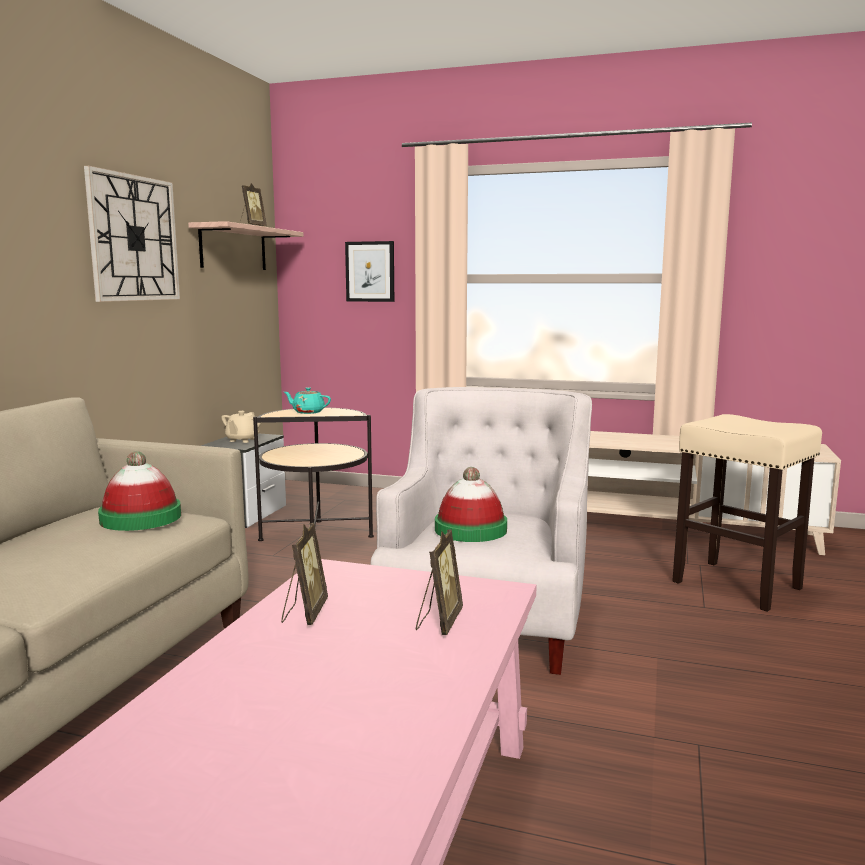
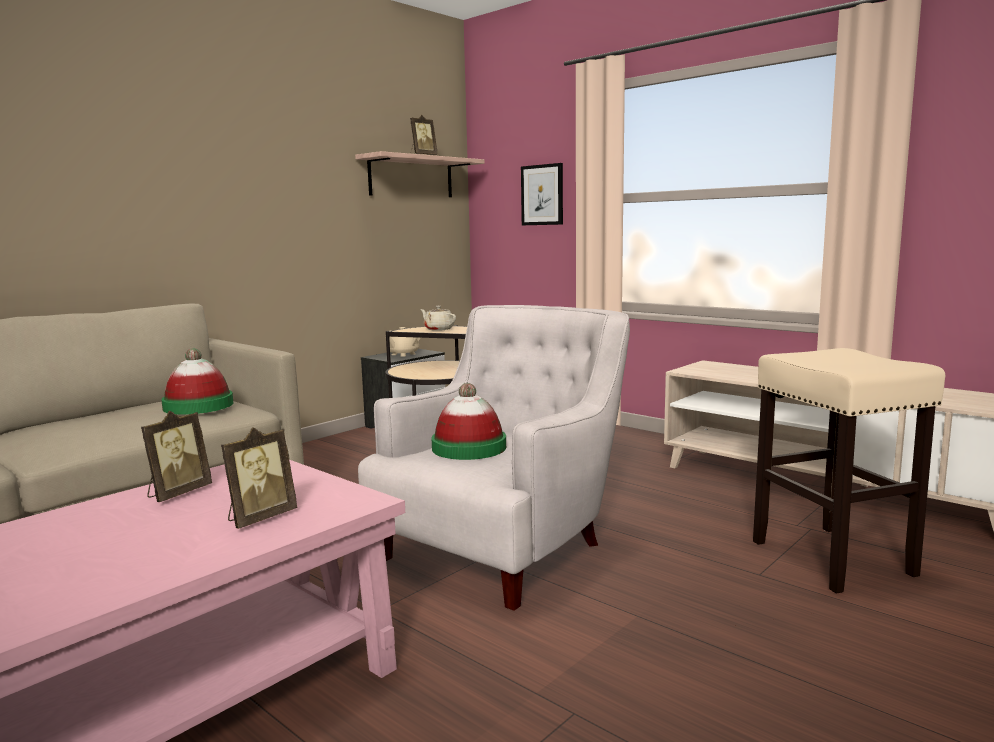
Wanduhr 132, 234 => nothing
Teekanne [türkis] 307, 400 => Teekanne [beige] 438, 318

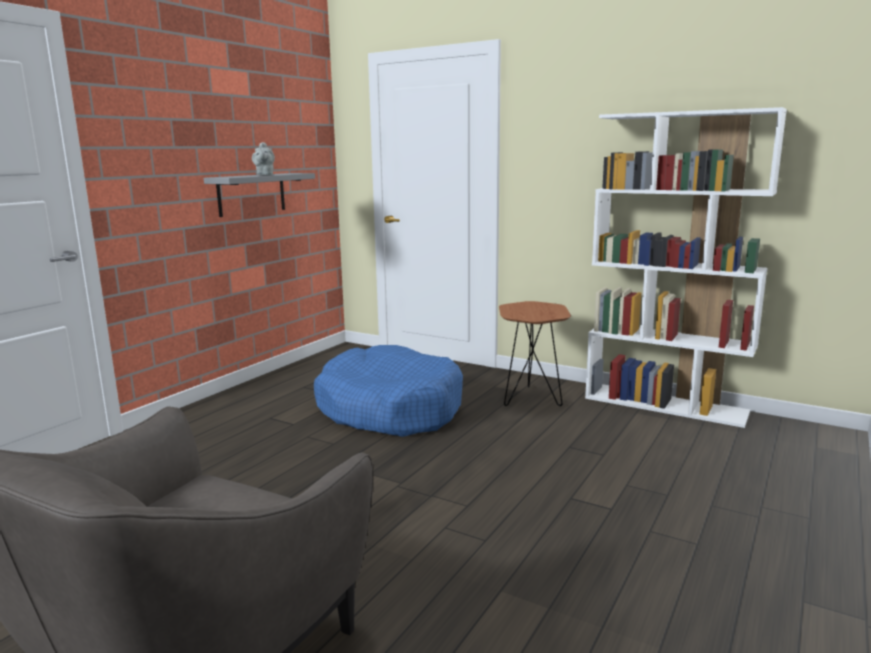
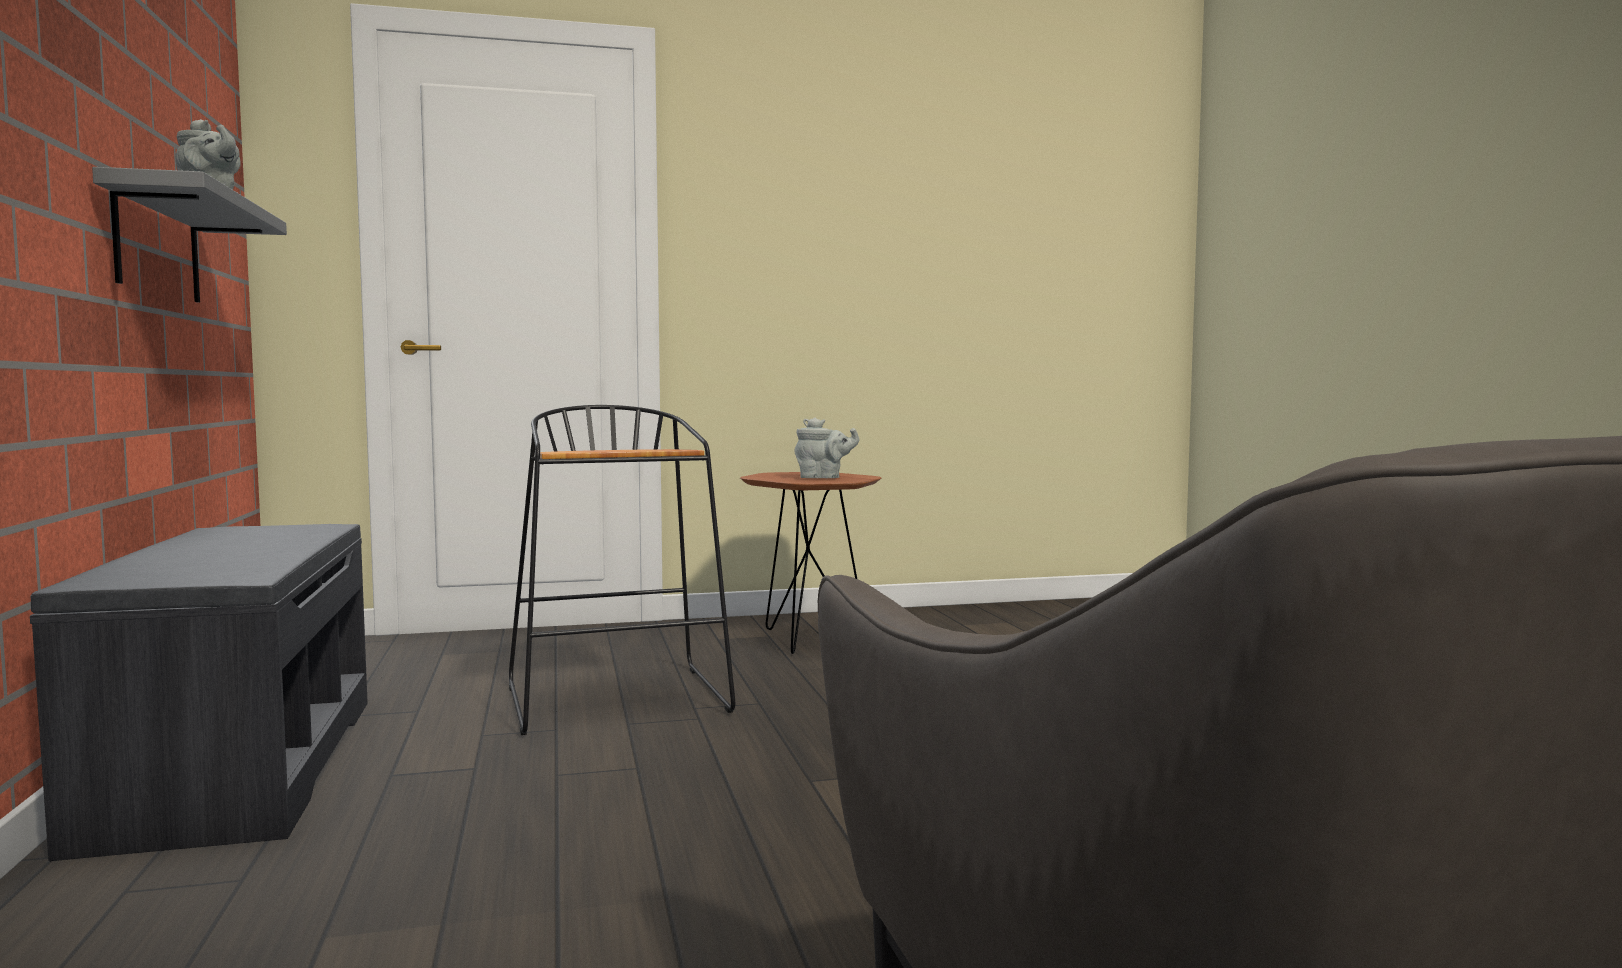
Bücherregal [weiß] 686, 267 => nothing
nothing => Bank [grau] 199, 692
nothing => Teekanne [grau] 827, 448
Hundebett [blau] 388, 391 => Hocker [schwarz] 622, 570

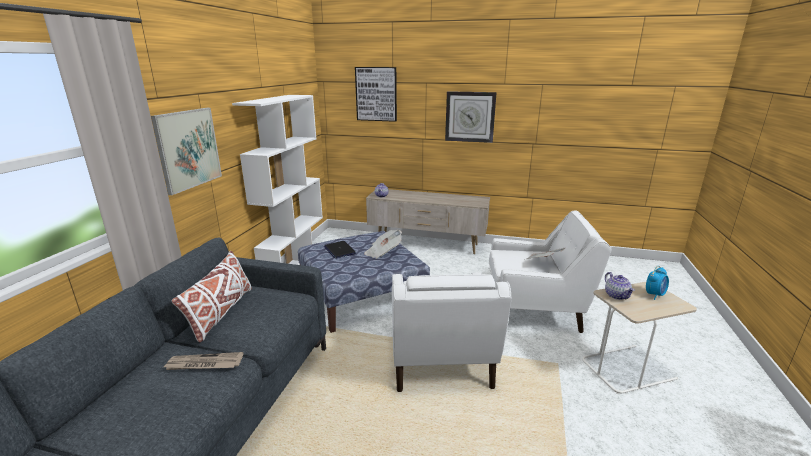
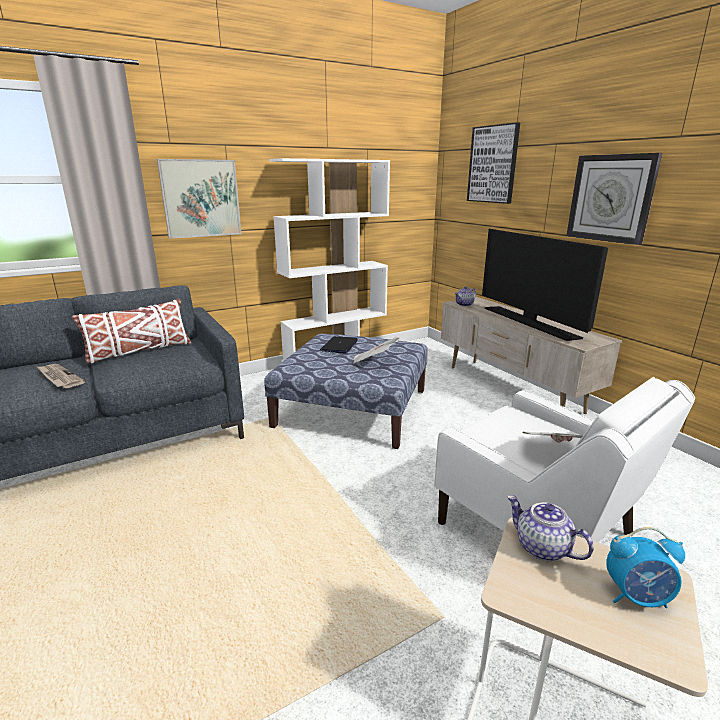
Sessel [weiß] 452, 332 => nothing
nothing => Fernseher 545, 285
Teekanne 620, 286 => Teekanne 550, 528, 105 degrees clockwise

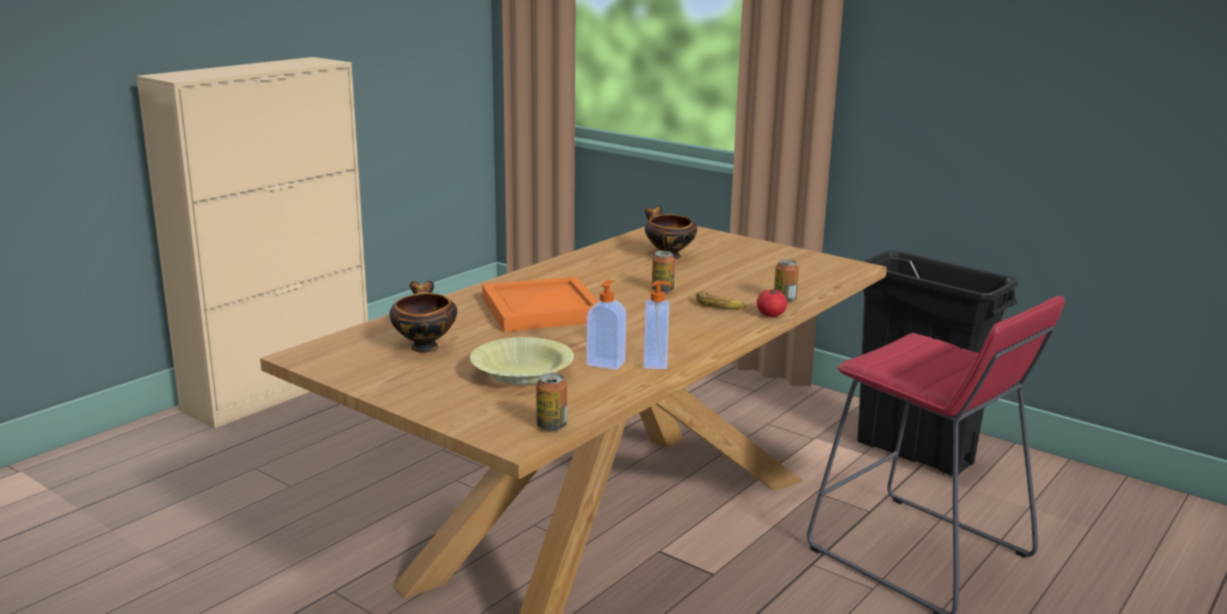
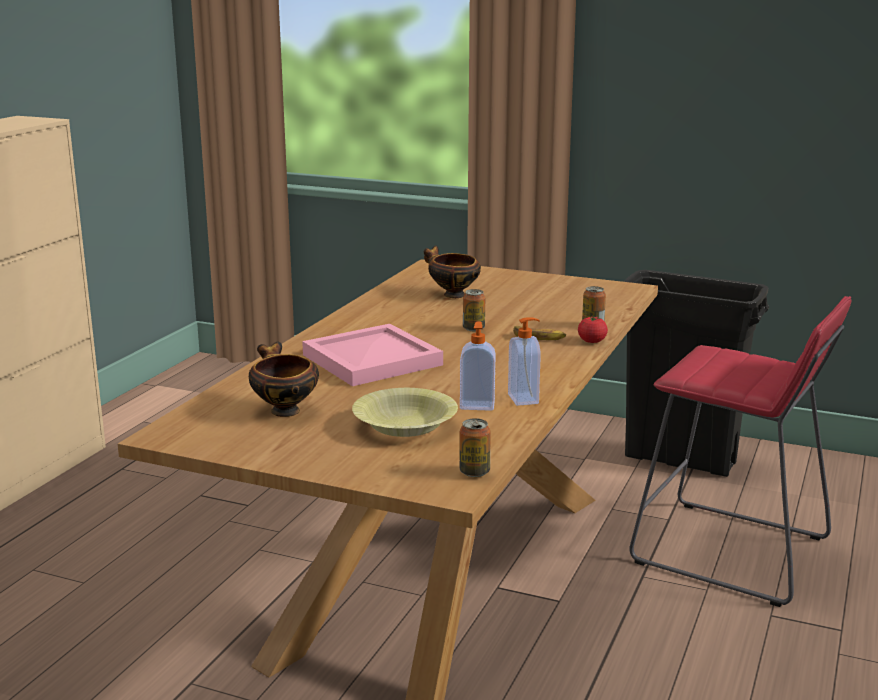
Tablett [orange] 540, 304 => Tablett [rosa] 372, 355

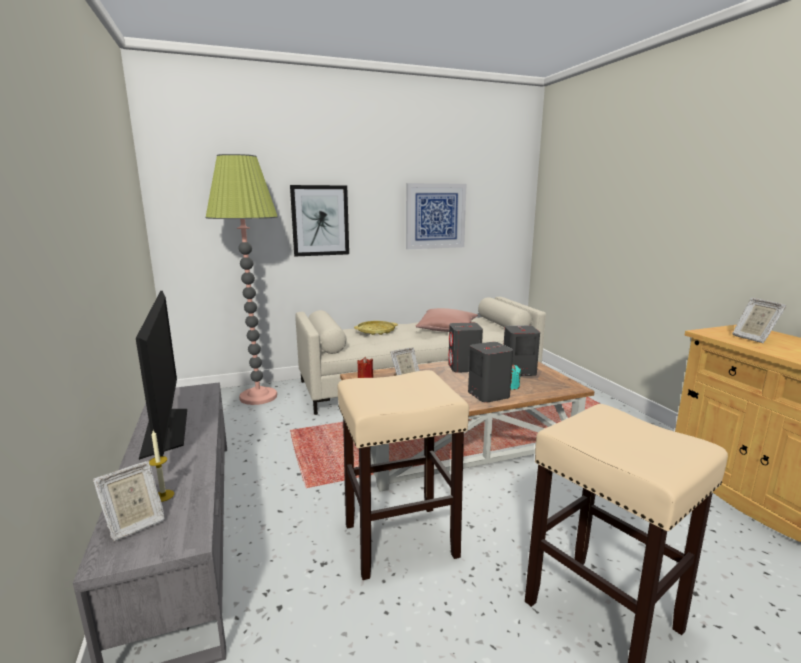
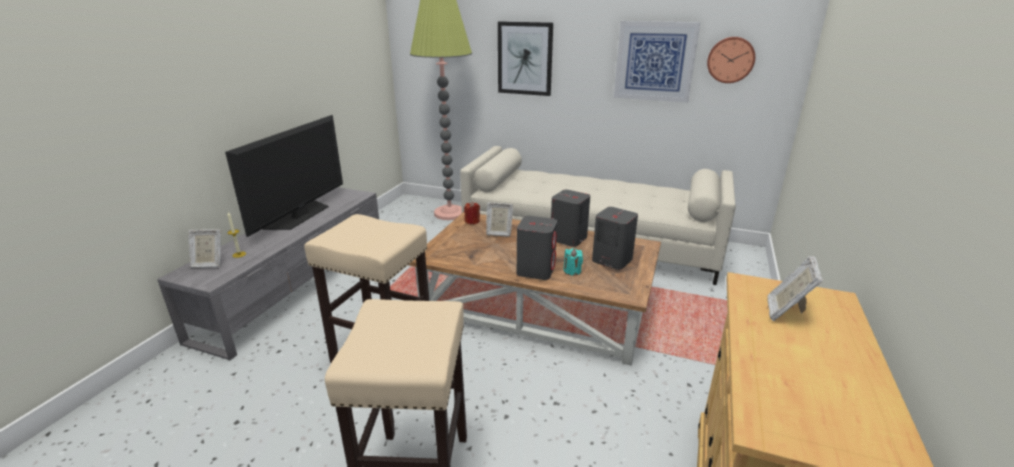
Tablett [gelb] 376, 328 => nothing
Kissen [rosa] 447, 320 => nothing
nothing => Wanduhr 731, 60

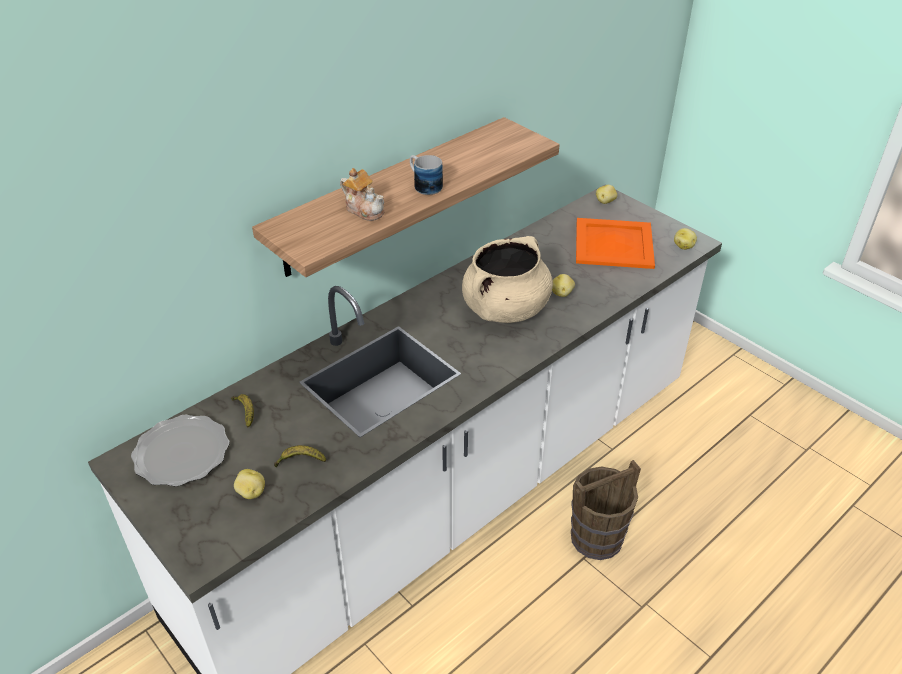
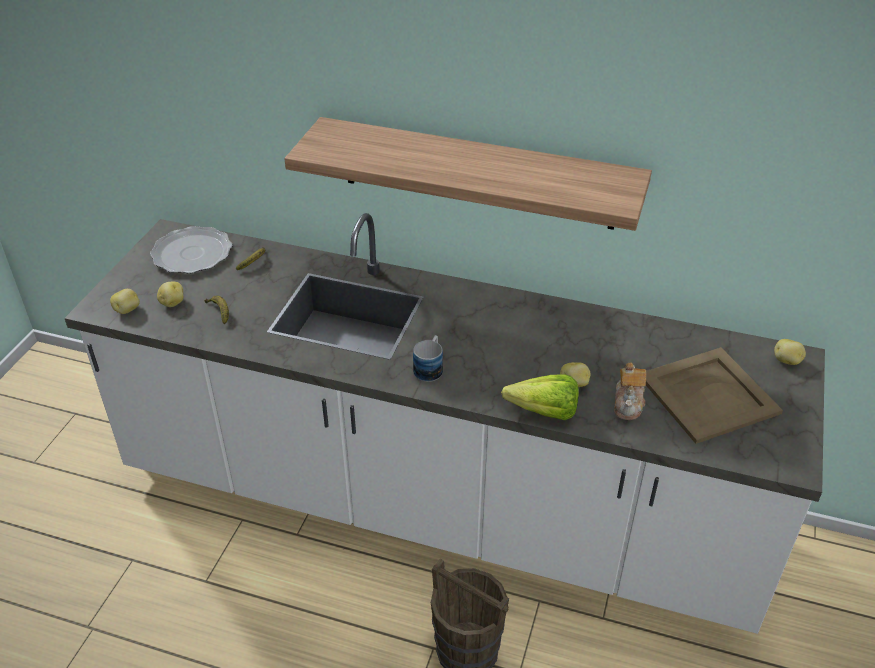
Kochtopf [beige] 507, 279 => nothing
nothing => Salatkopf 540, 397
Teekanne 362, 194 => Teekanne 630, 391, shifted
Henkelbecher 426, 175 => Henkelbecher 428, 358, shifted
Kartoffel 685, 239 => Kartoffel 125, 301, shifted
Tablett [orange] 615, 243 => Tablett [beige] 714, 395

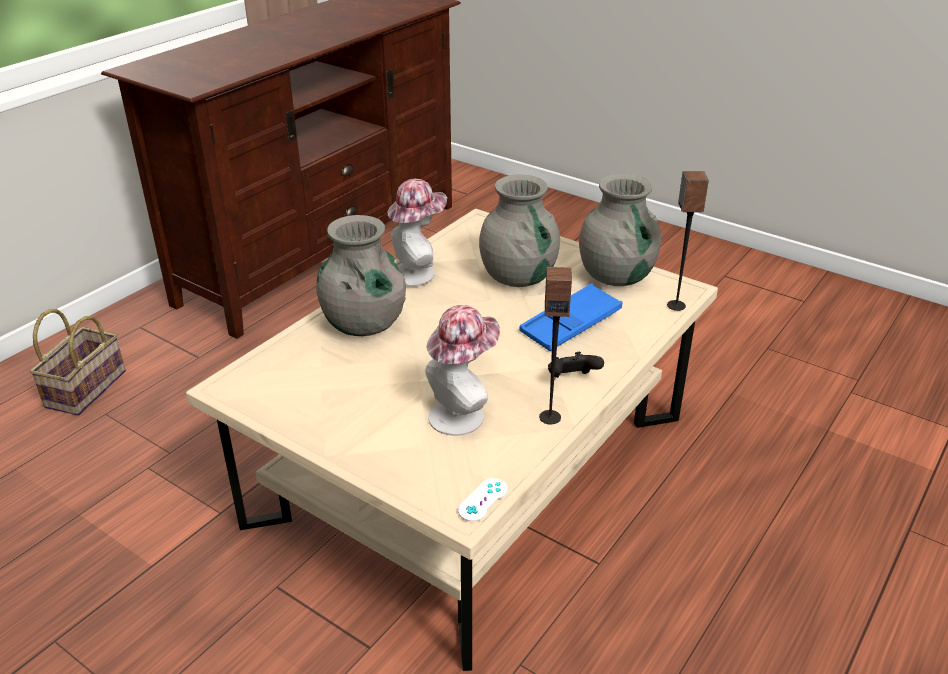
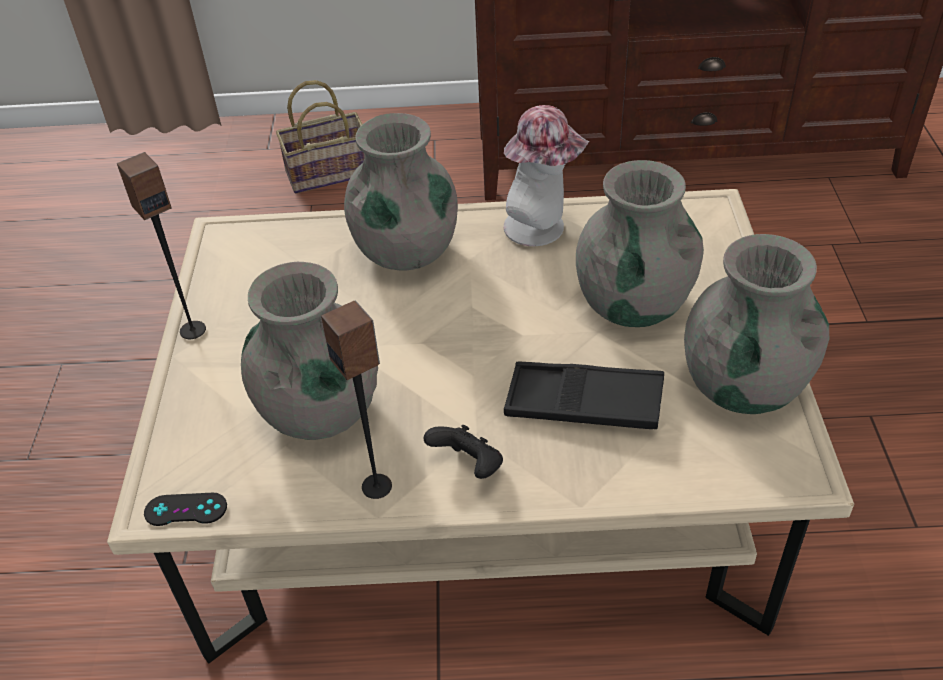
Lautsprecher 688, 241 => Lautsprecher 161, 245, shifted
Hut 462, 370 => Vase [grau] 309, 351
Gamepad [weiß] 483, 500 => Gamepad [schwarz] 185, 509
Tablett [blau] 570, 317 => Tablett [schwarz] 584, 395

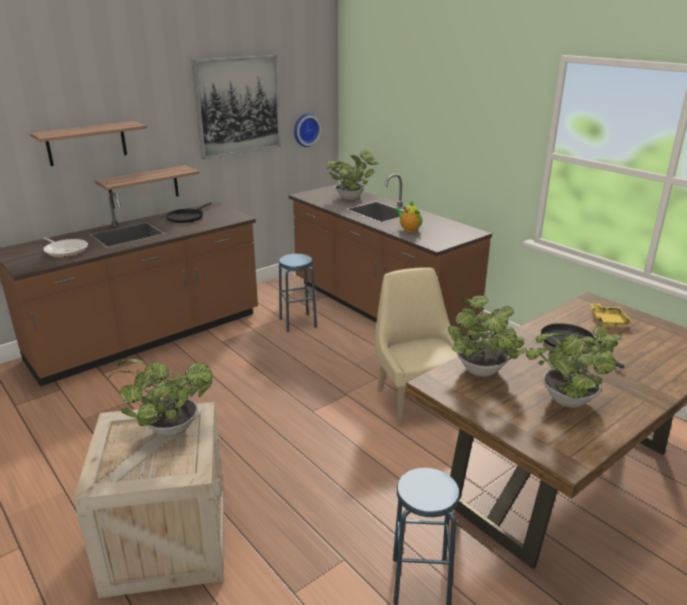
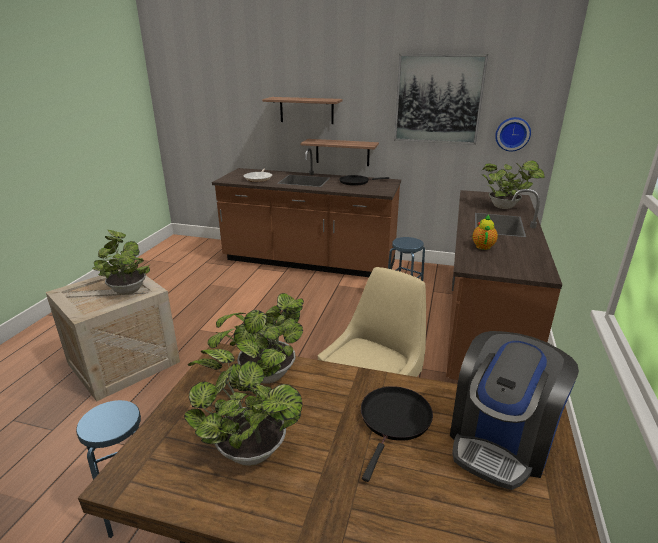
Tablett [gelb] 611, 315 => Kaffeemaschine 514, 410

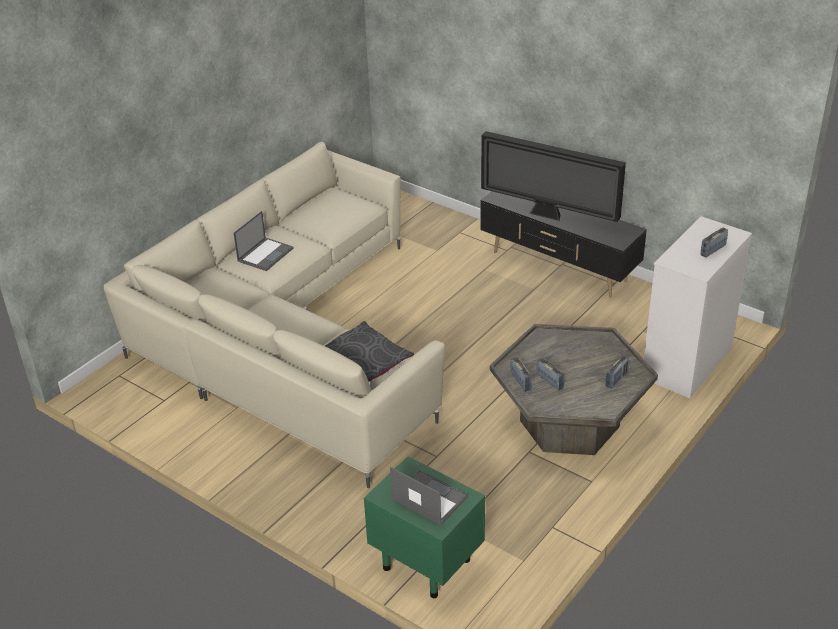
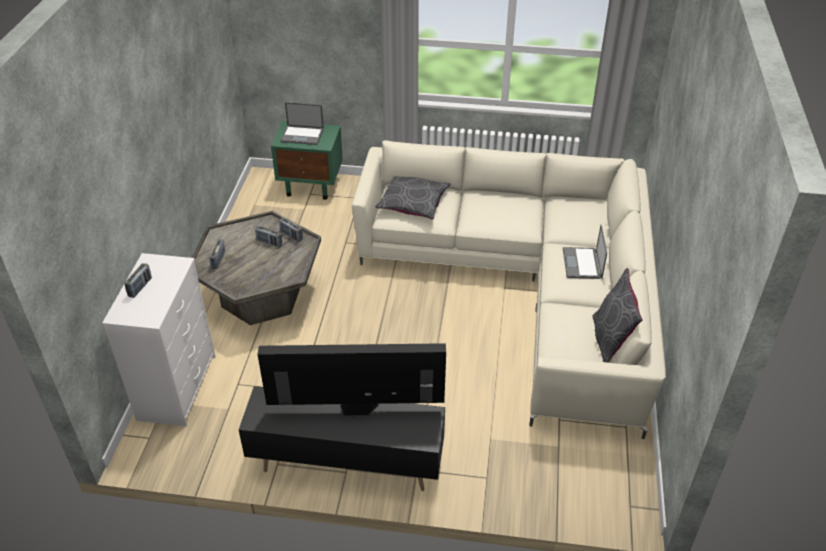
nothing => Kissen [grau] 617, 315

